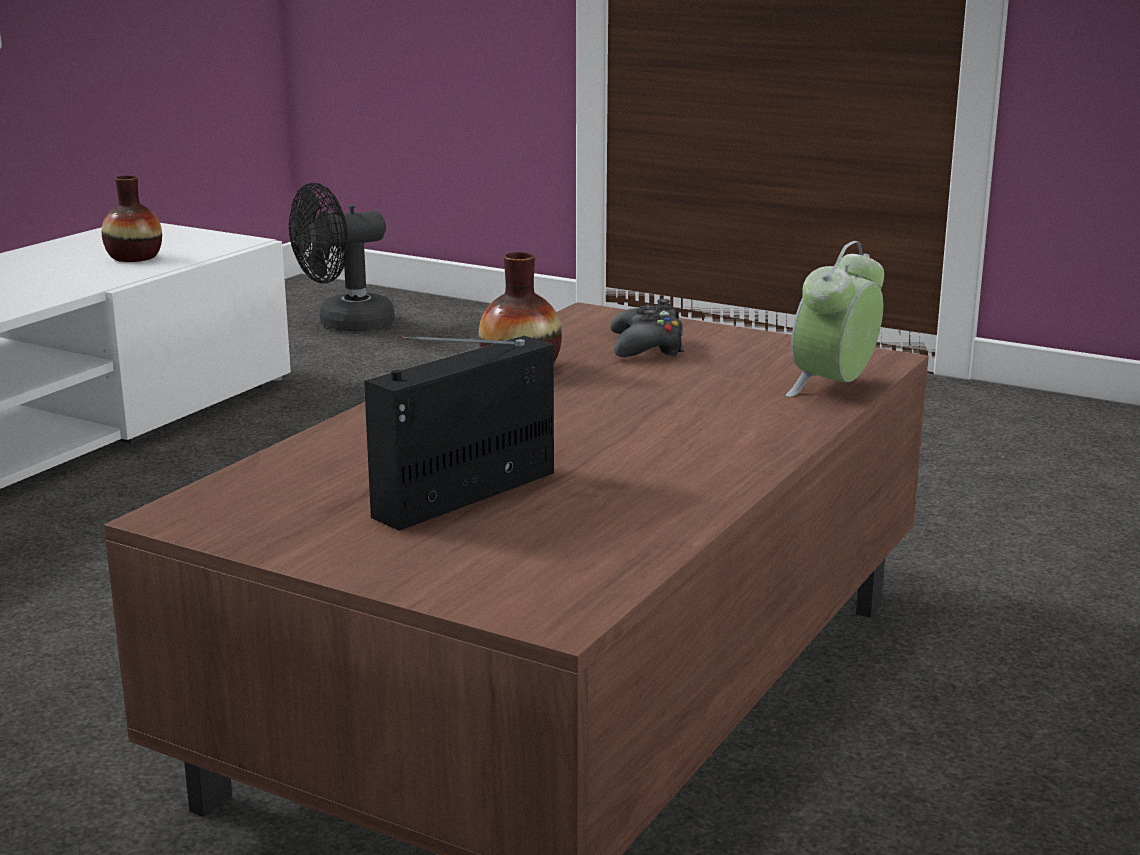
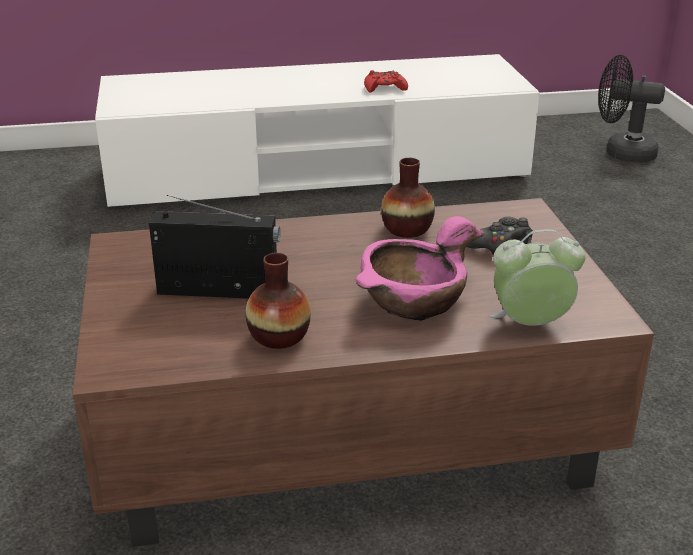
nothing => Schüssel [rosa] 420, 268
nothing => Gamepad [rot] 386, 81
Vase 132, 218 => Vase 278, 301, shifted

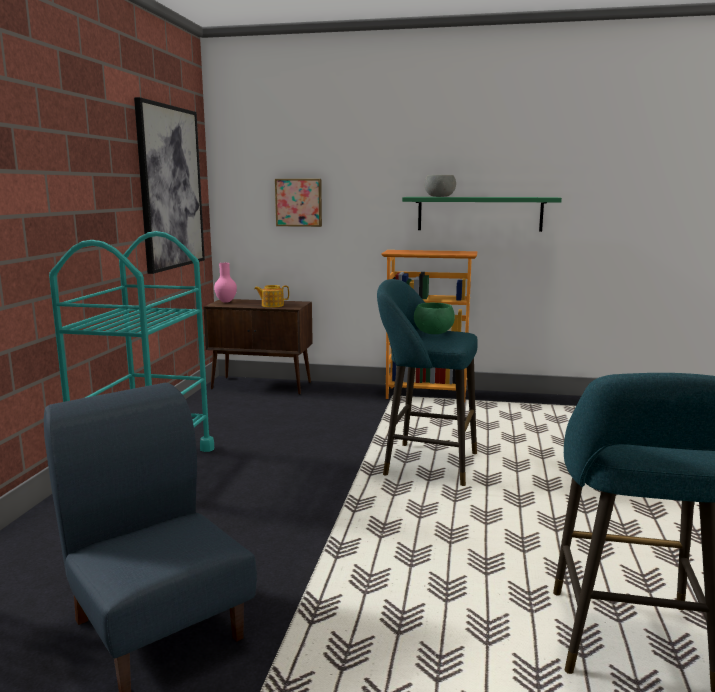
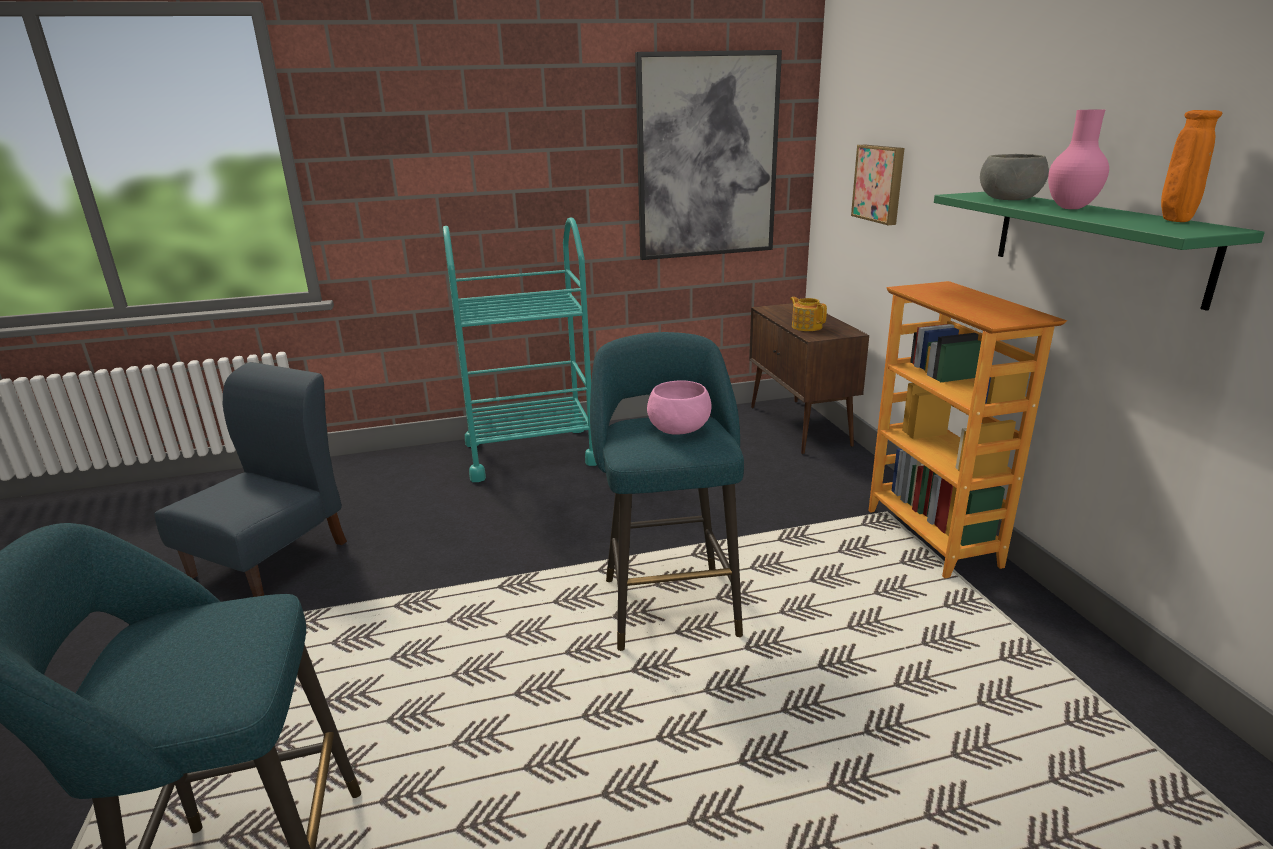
nothing => Vase [orange] 1191, 166
Vase [rosa] 225, 283 => Vase [rosa] 1078, 159, shifted
Schüssel [grün] 434, 318 => Schüssel [rosa] 679, 407

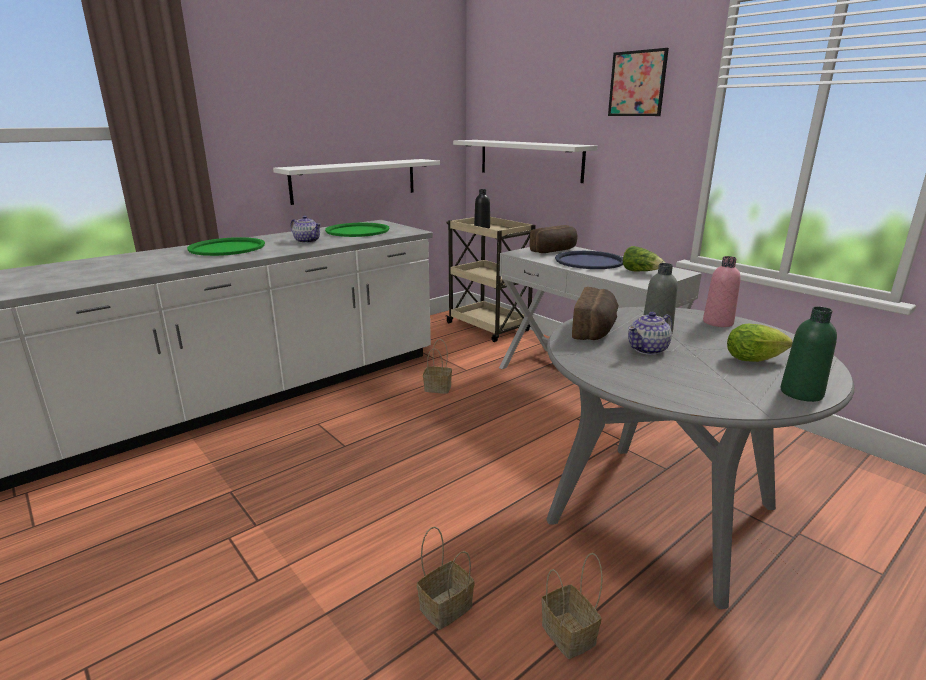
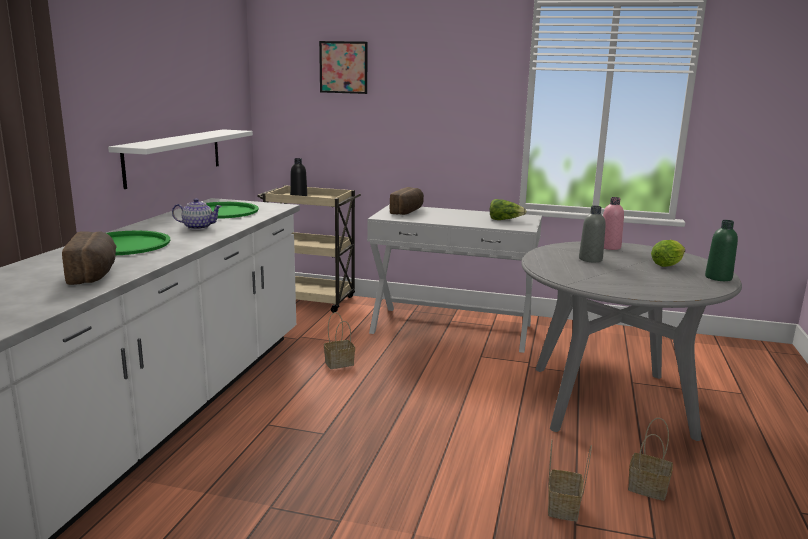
Wandregal [weiß] 525, 161 => nothing
Tablett [blau] 589, 260 => nothing
Teekanne 650, 333 => nothing
Brot 595, 313 => Brot 89, 258, shifted
Bild 638, 82 => Bild 343, 67, shifted

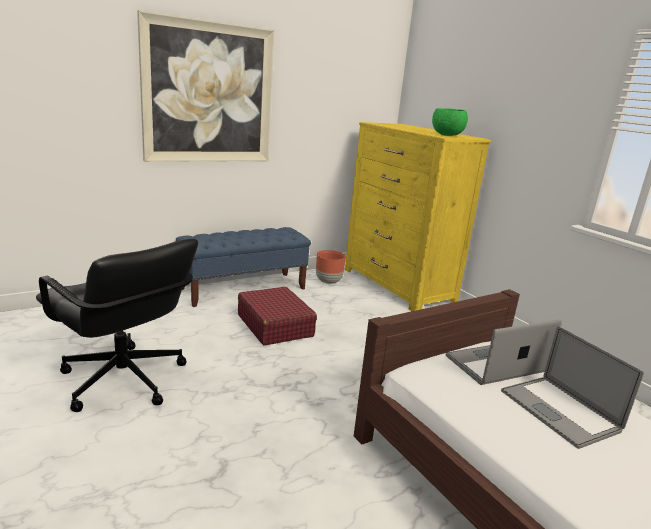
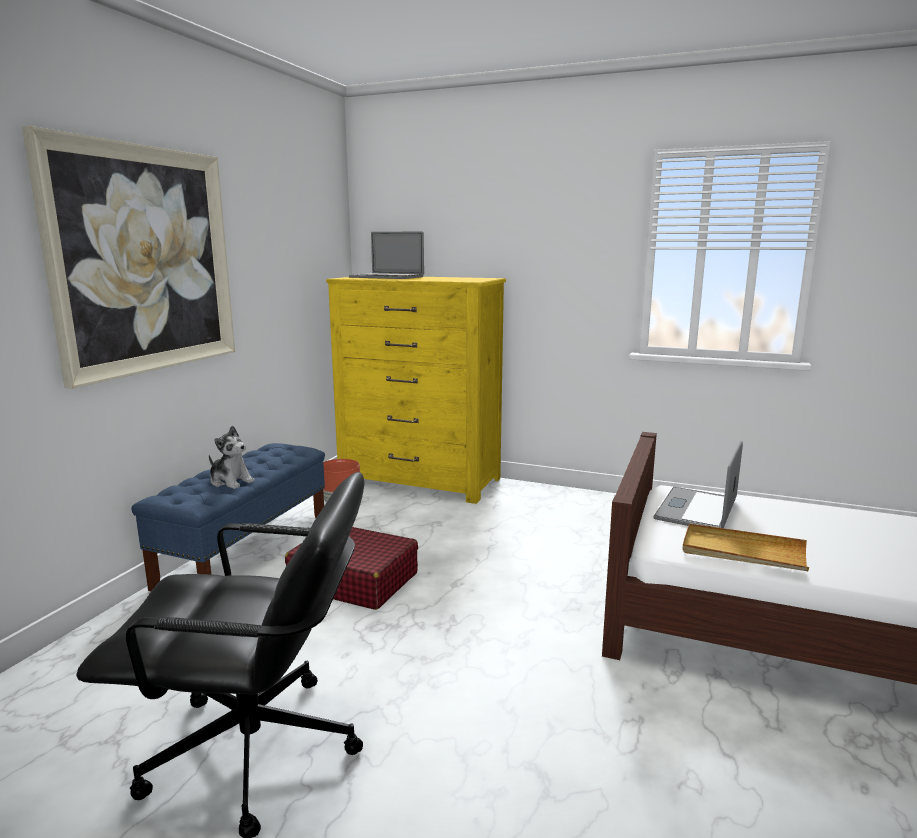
Schüssel [grün] 450, 122 => nothing
nothing => Plüschtier 232, 457
nothing => Tablett [beige] 745, 547
Laptop 572, 387 => Laptop 386, 255, shifted

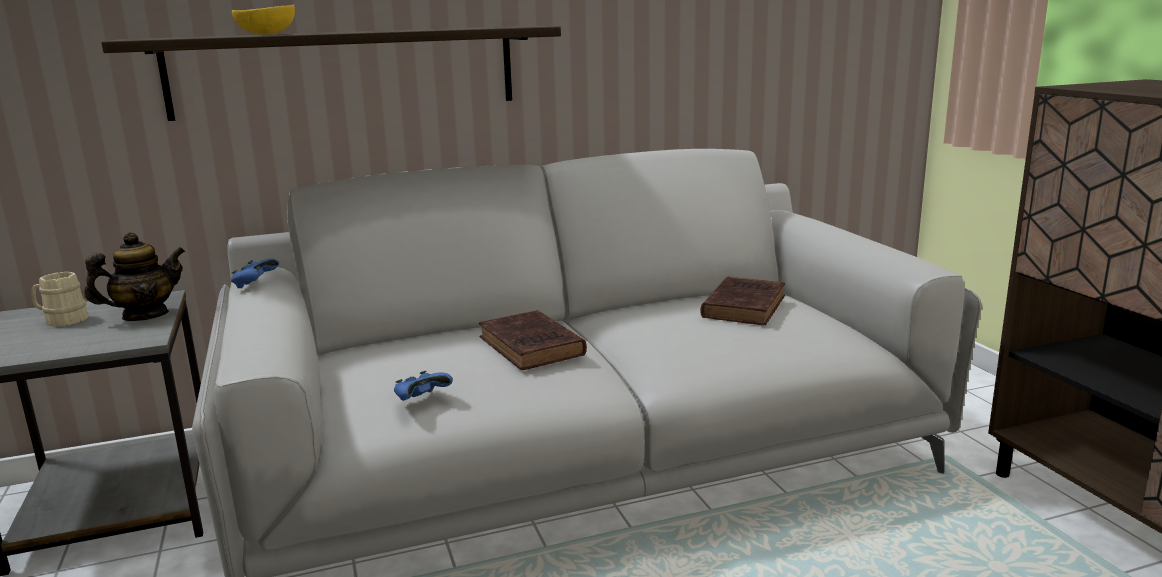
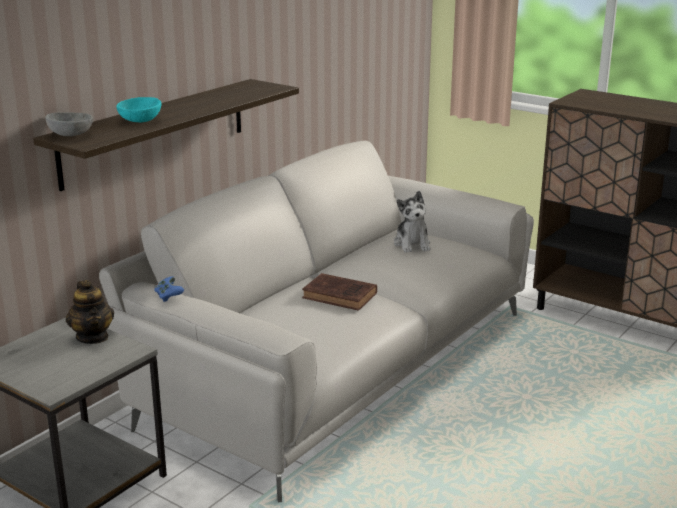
Henkelbecher [beige] 59, 299 => nothing
Gamepad [blau] 423, 386 => nothing
nothing => Schüssel [grau] 69, 124
Buch [braun] 742, 301 => Plüschtier 412, 222
Schüssel [gelb] 263, 20 => Schüssel [türkis] 139, 109
Teekanne 134, 276 => Teekanne 90, 312, 135 degrees clockwise

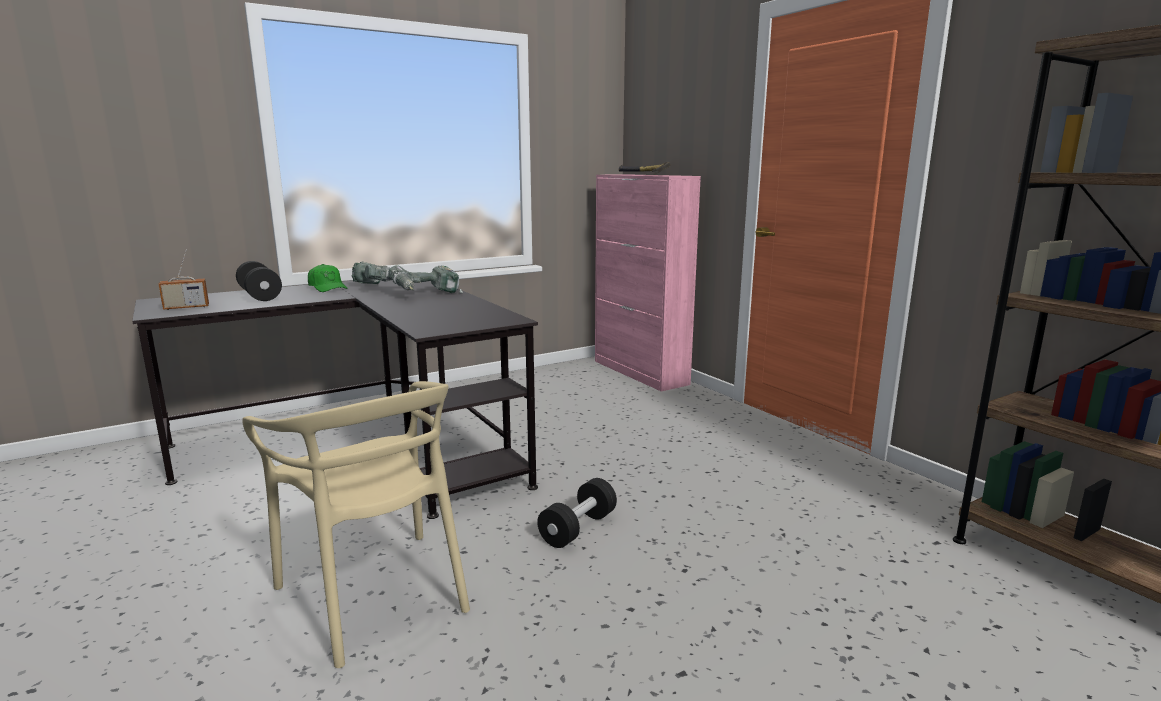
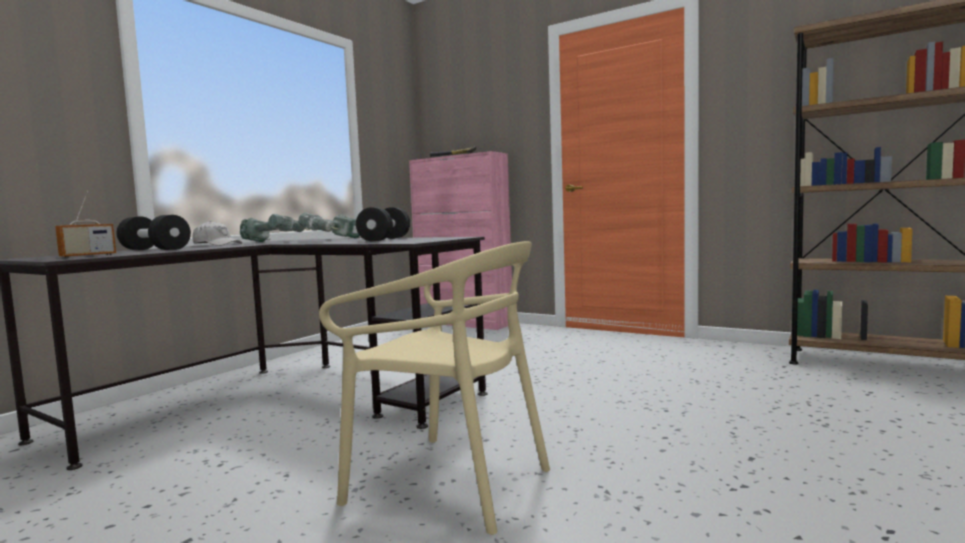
Hantel [schwarz] 577, 513 => Hantel [schwarz] 383, 224, shifted
Kappe [grün] 328, 278 => Kappe [weiß] 217, 233

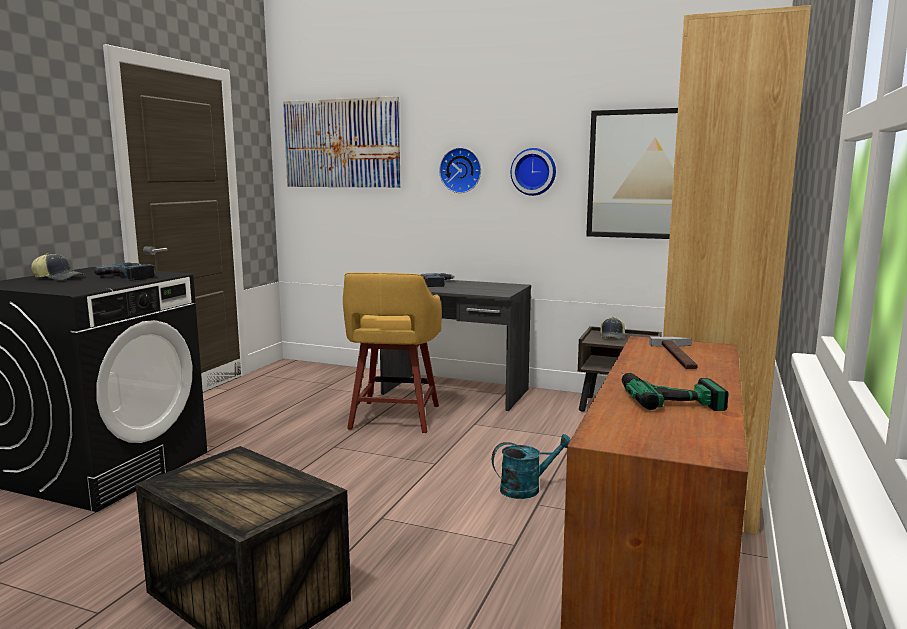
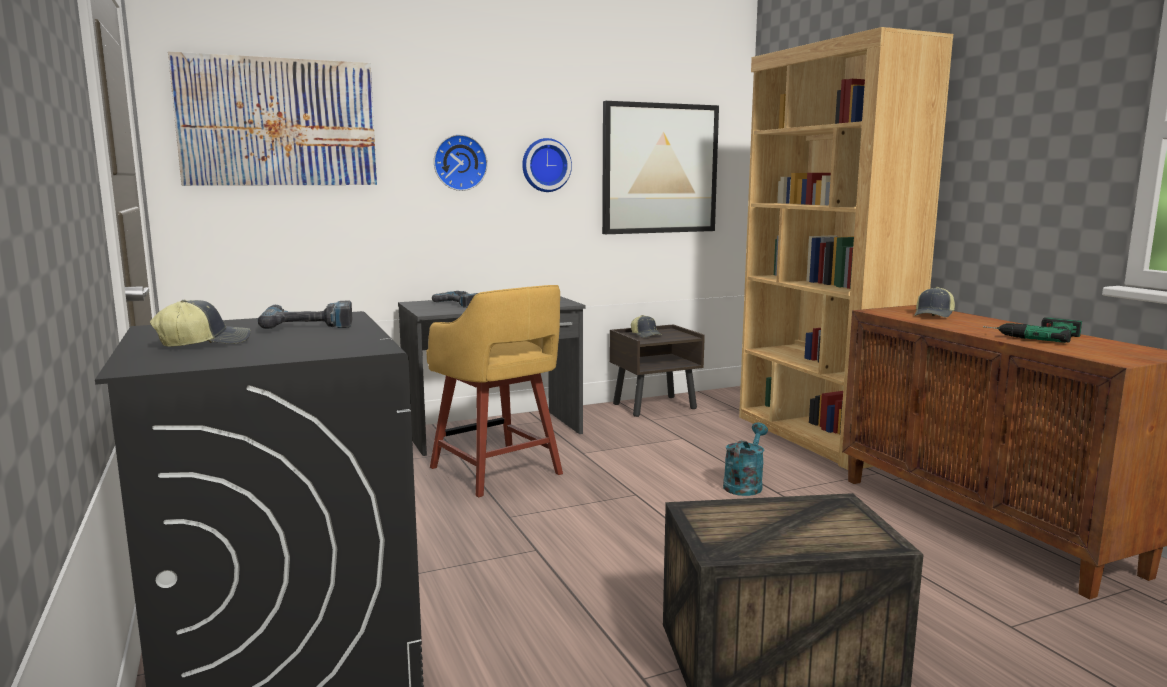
Hammer 673, 353 => Kappe 934, 302

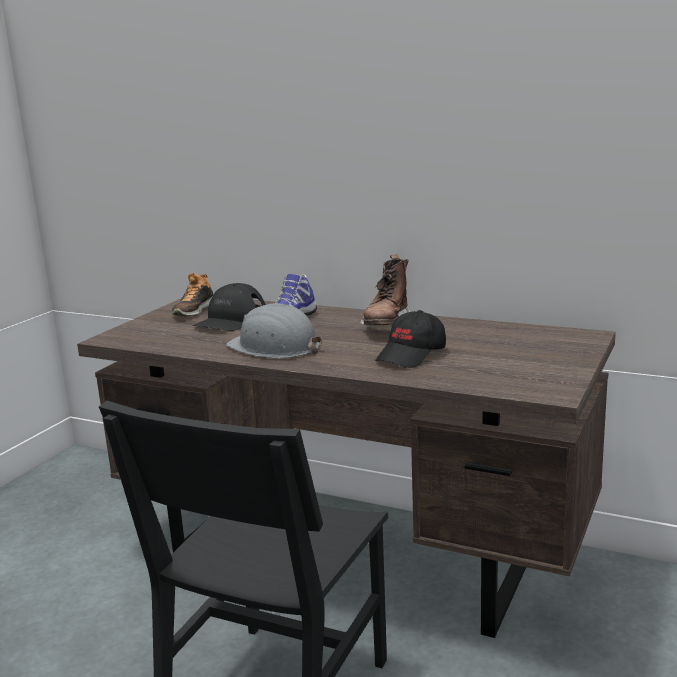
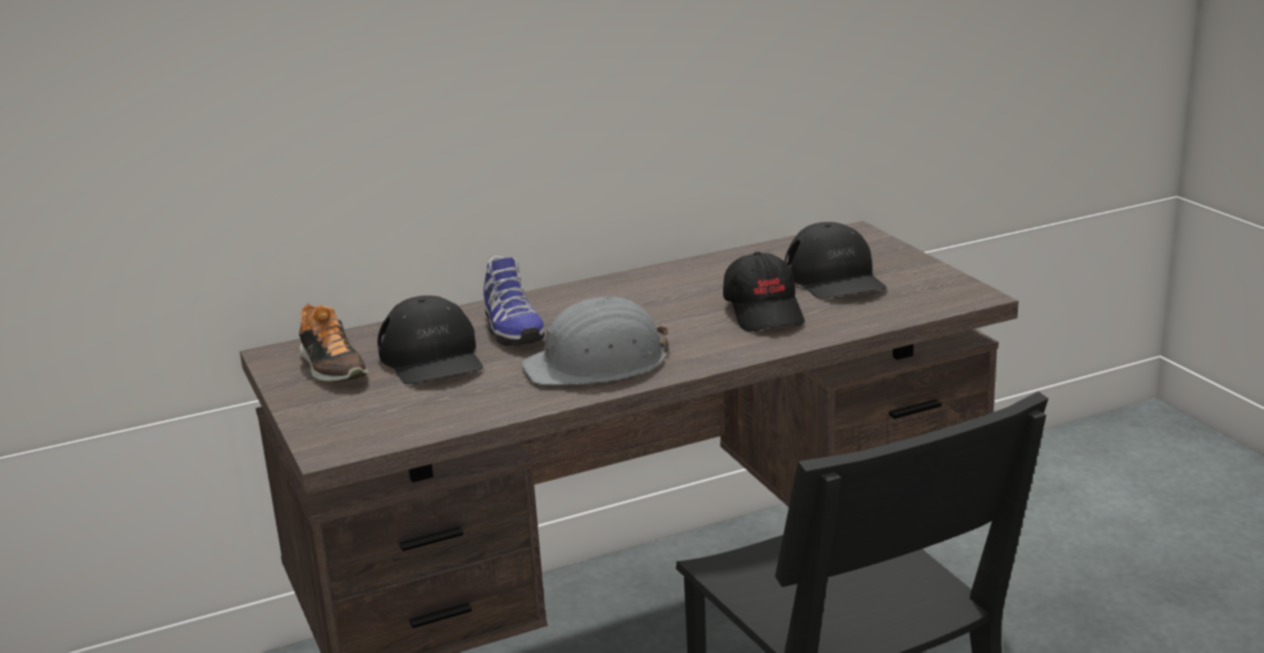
Stiefel [braun] 385, 293 => nothing
nothing => Kappe [schwarz] 836, 260

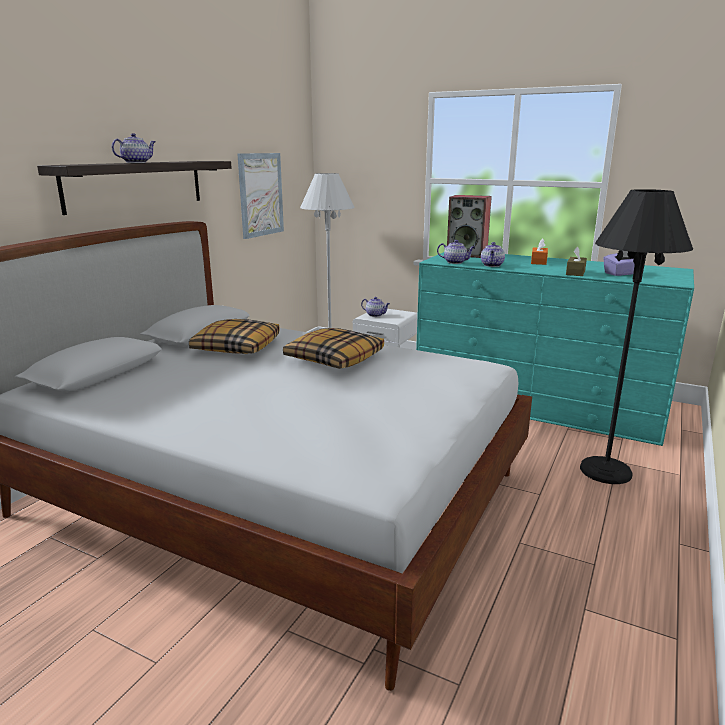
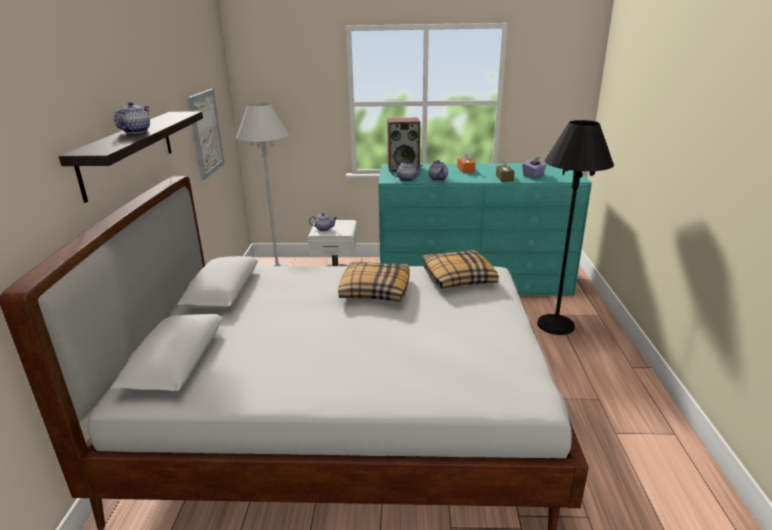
Kissen 234, 336 => Kissen 460, 269, shifted

